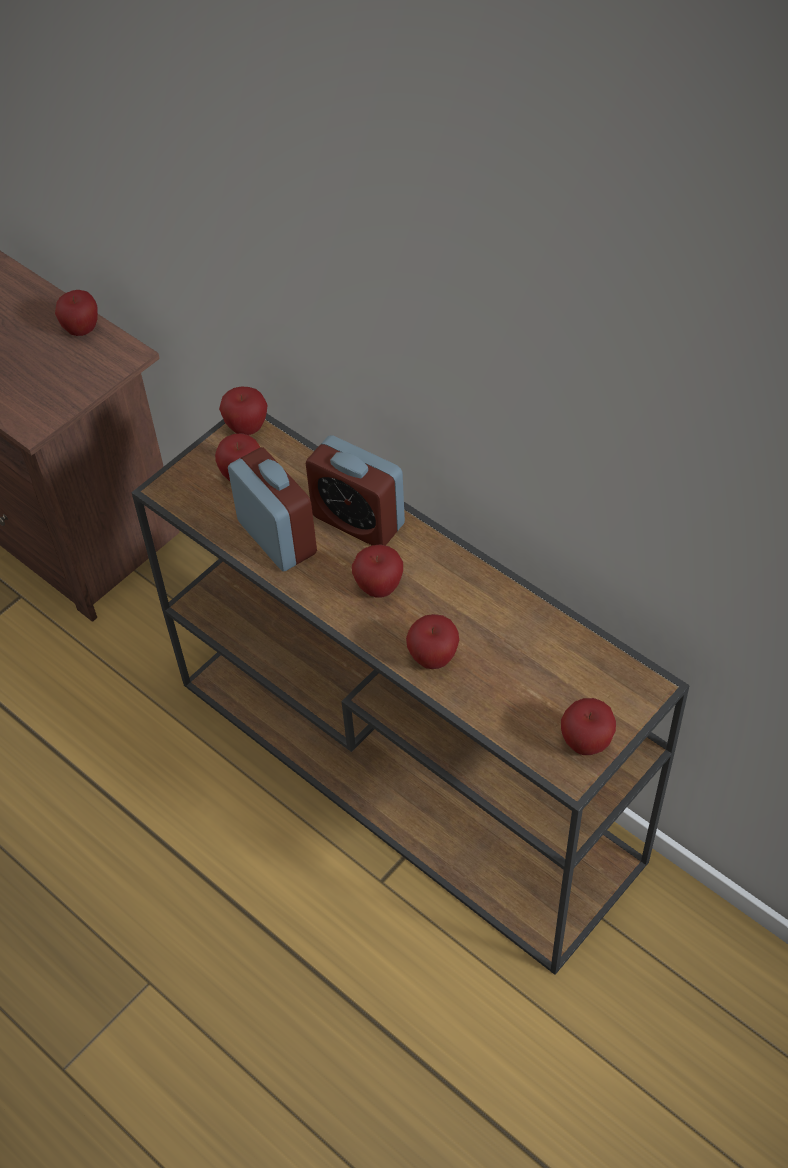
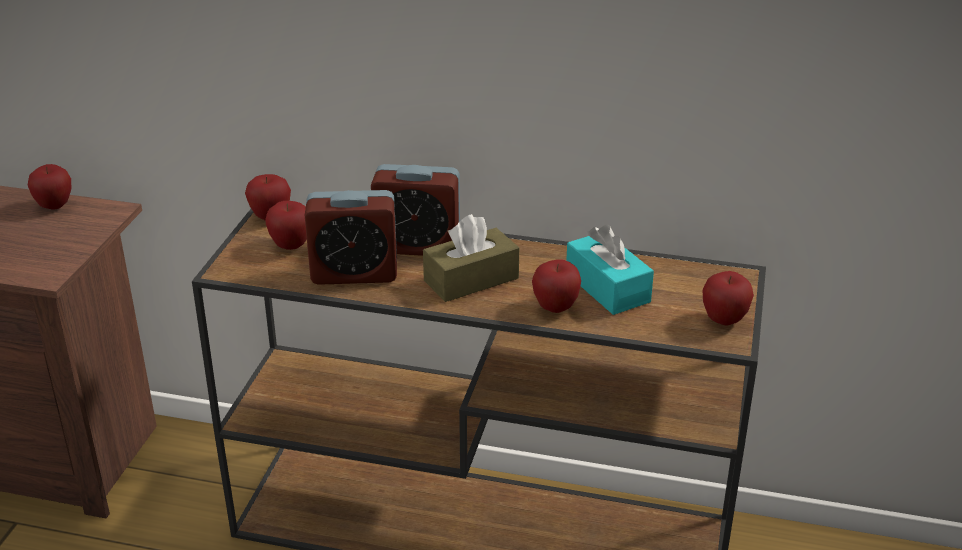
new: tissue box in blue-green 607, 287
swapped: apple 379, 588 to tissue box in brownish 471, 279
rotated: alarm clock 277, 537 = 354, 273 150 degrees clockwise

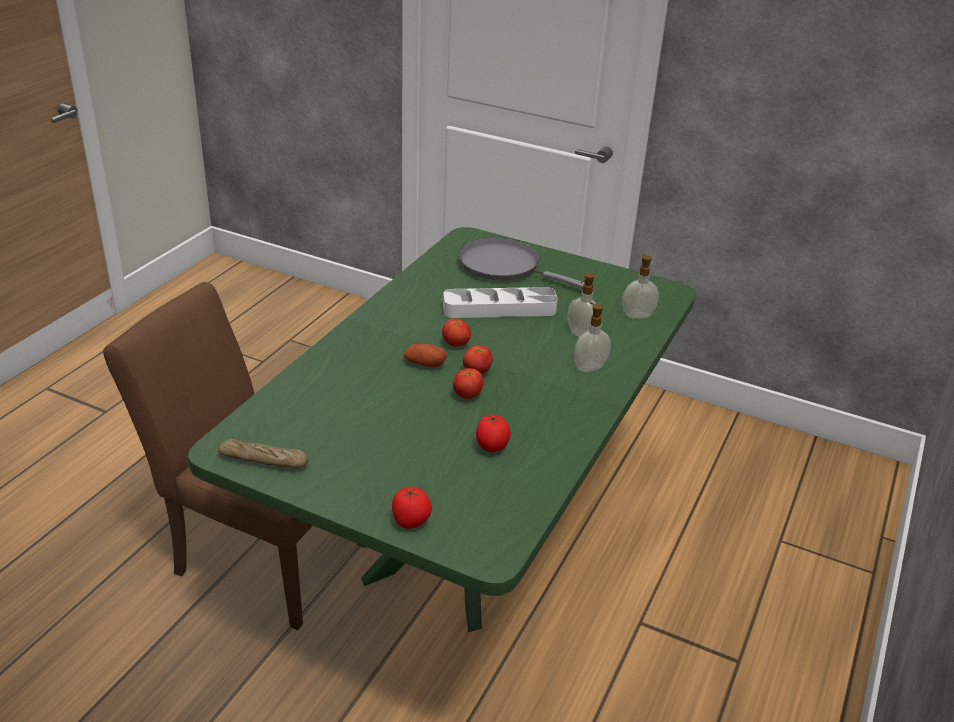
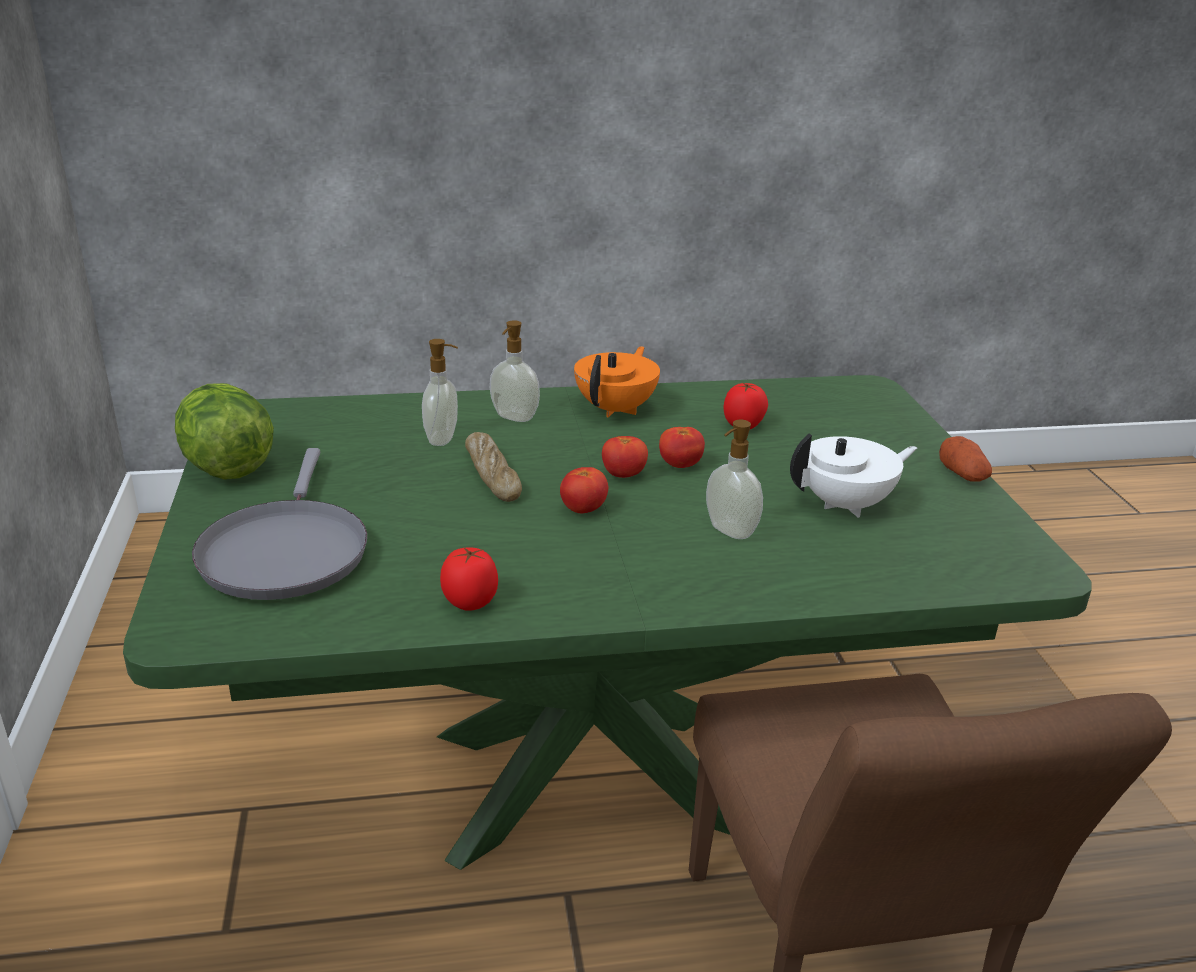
gone: serving tray in white 499, 308
new: lettuce head 227, 467; teapot in orangey 616, 409; teapot in white 846, 504
shifted: bakery bread 263, 461 to 492, 475; whole tomato 411, 522 to 470, 602; spud 424, 364 to 962, 474; liquid soap bottle 637, 315 to 729, 531

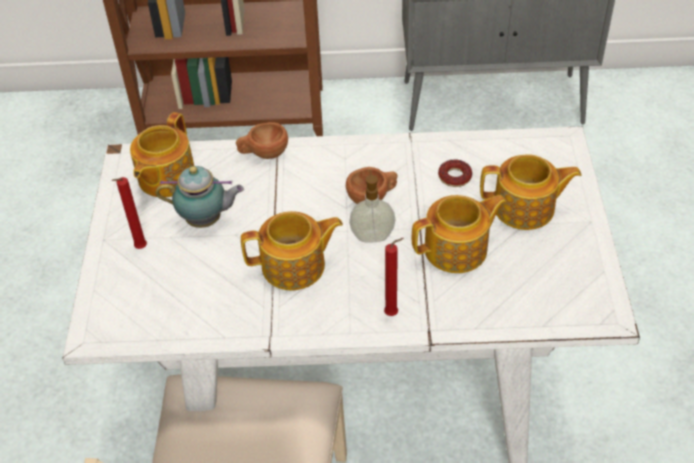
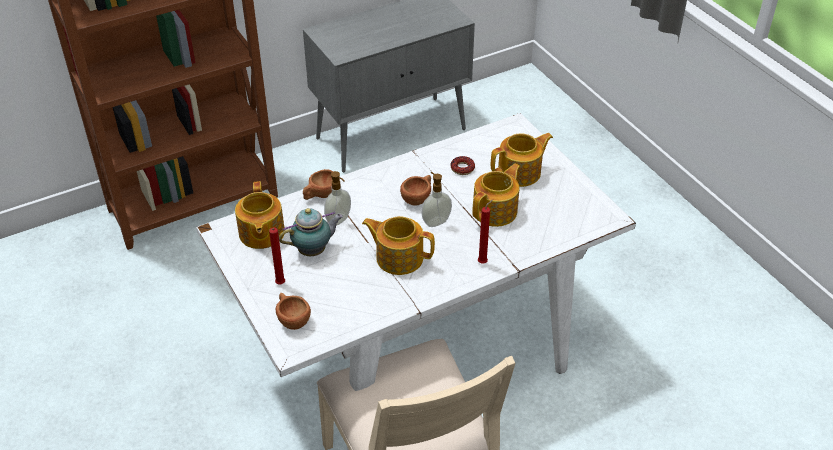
new: drinking cup in brownish 292, 319; liquid soap bottle 339, 220
rotated: teapot 295, 266 = 398, 257 120 degrees counterclockwise

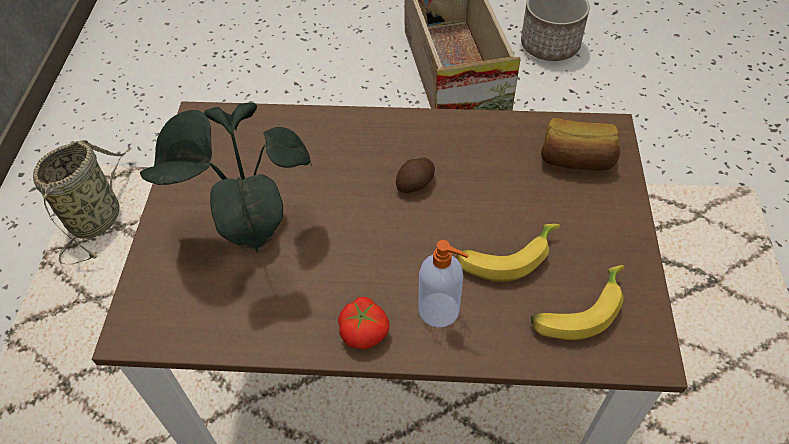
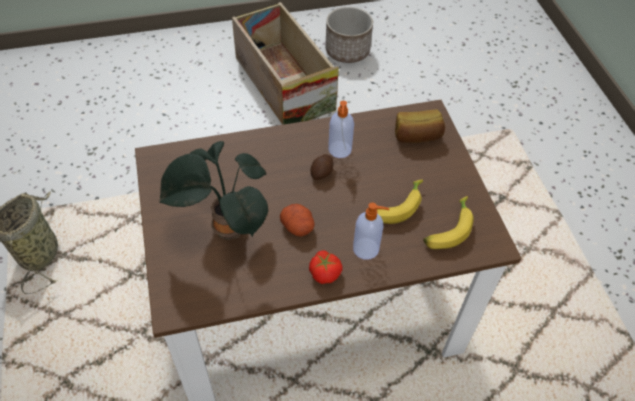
new: spud 298, 226; liquid soap bottle 339, 150

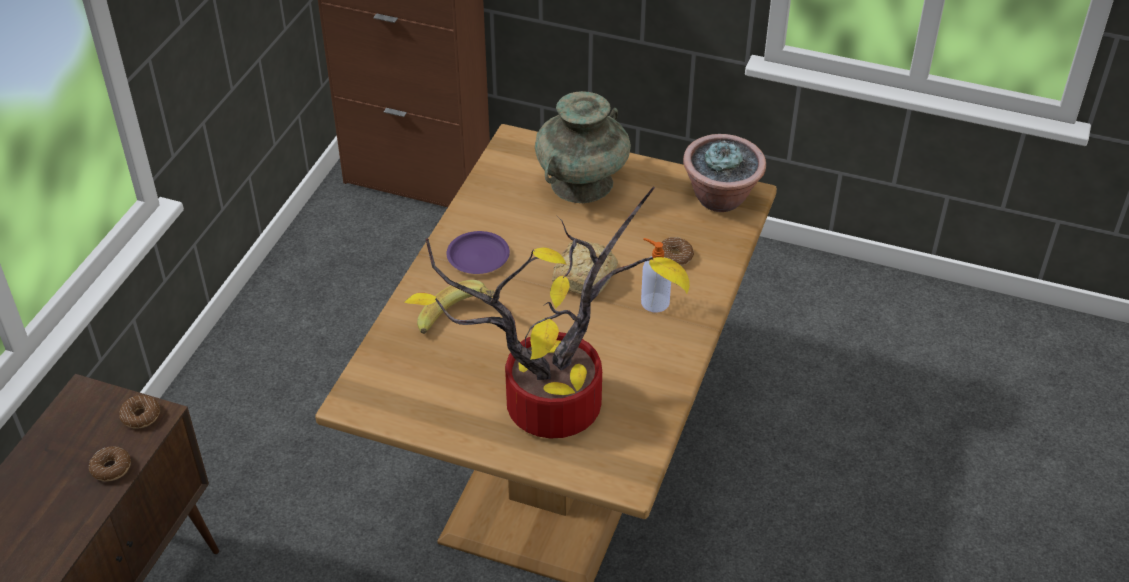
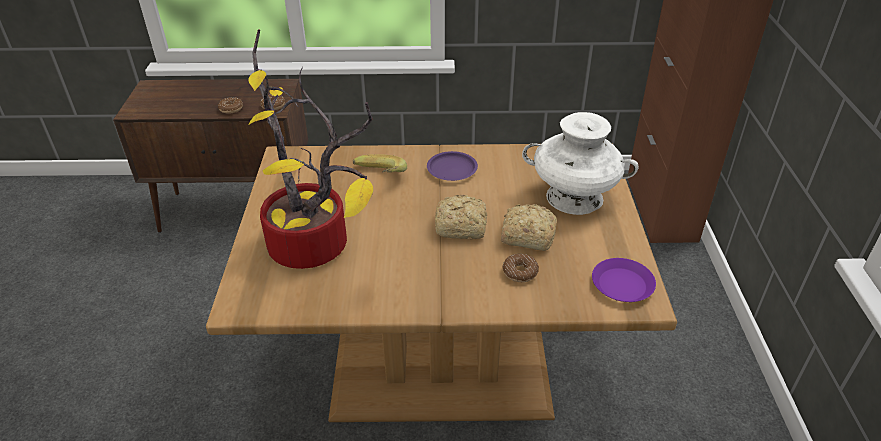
gone: liquid soap bottle 654, 302
new: bakery bread 526, 235
swapped: houseplant 721, 198 to plate in purple 622, 285
repainted: decorative vase in blue-green 581, 183 to decorative vase in white 573, 197

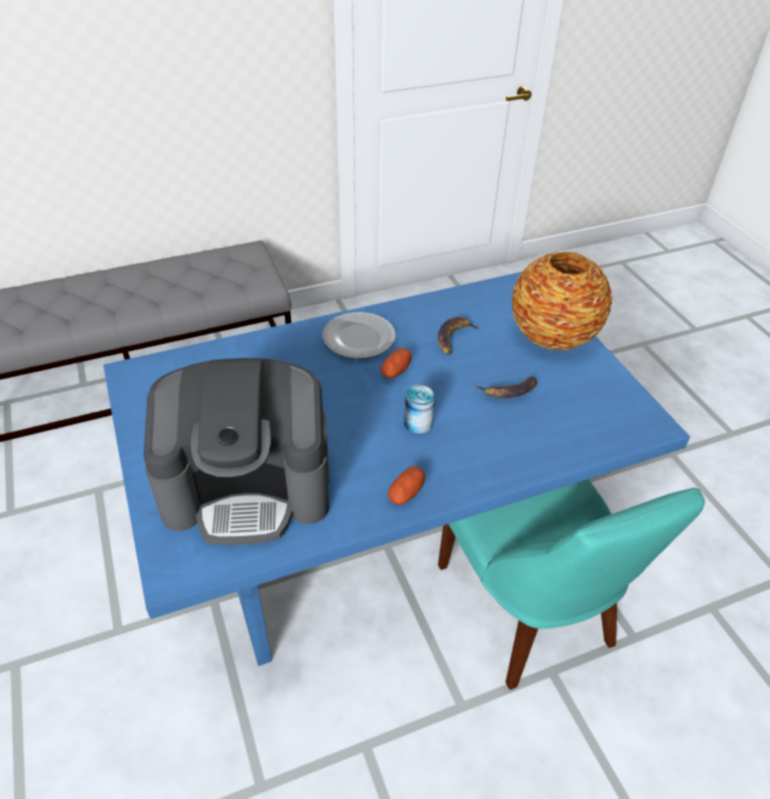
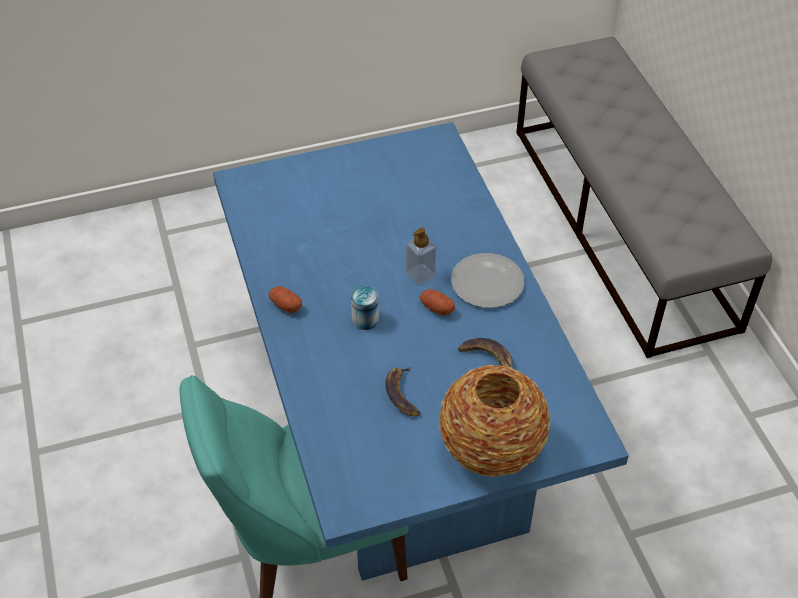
gone: coffee machine 249, 486
new: liquid soap bottle 420, 274

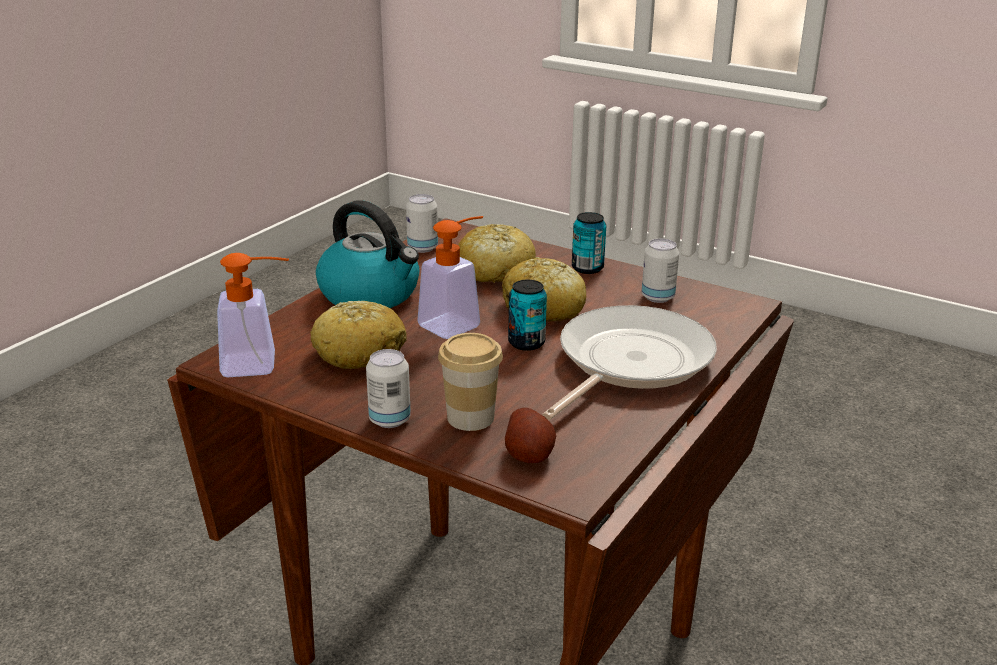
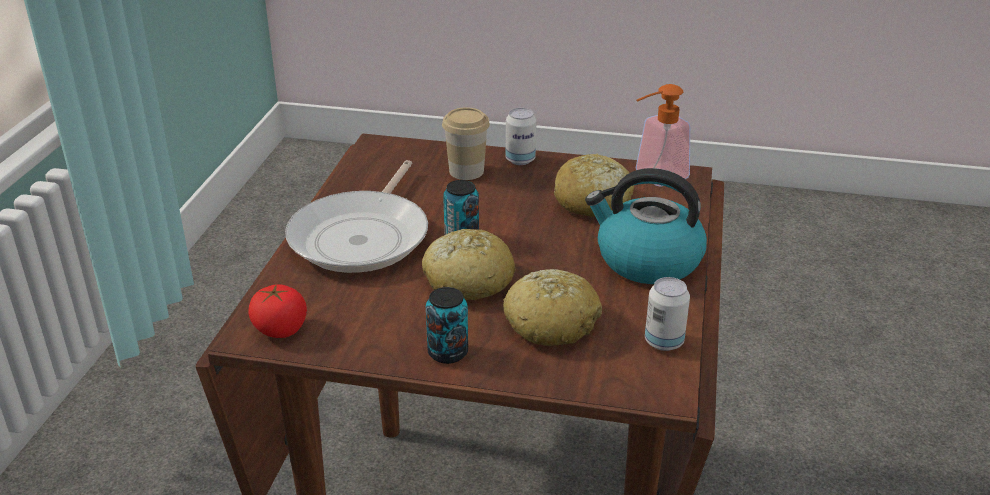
gone: liquid soap bottle 457, 323; spud 529, 454; sealed can 657, 297
new: whole tomato 280, 329

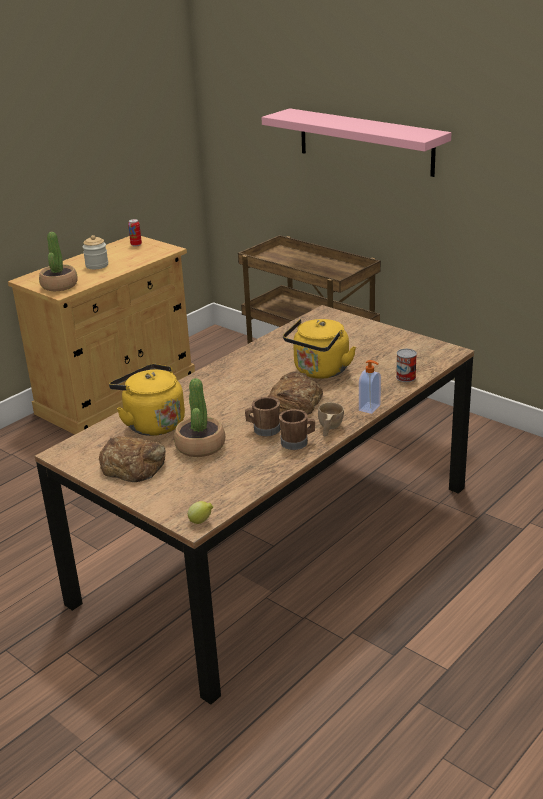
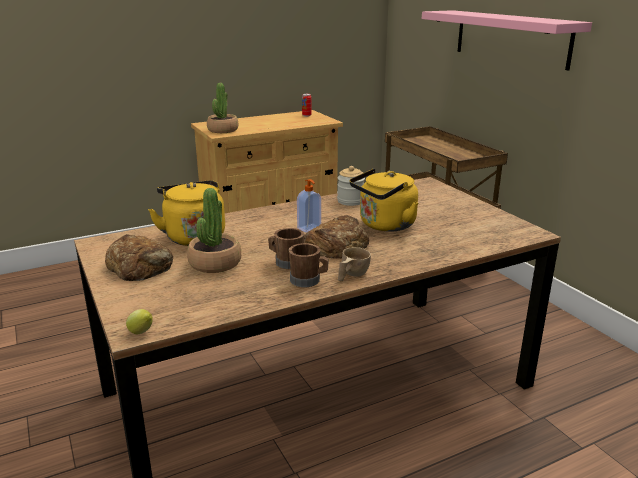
gone: sealed can 406, 377
shifted: preserve jar 97, 265 to 350, 201; liquid soap bottle 370, 408 to 309, 228

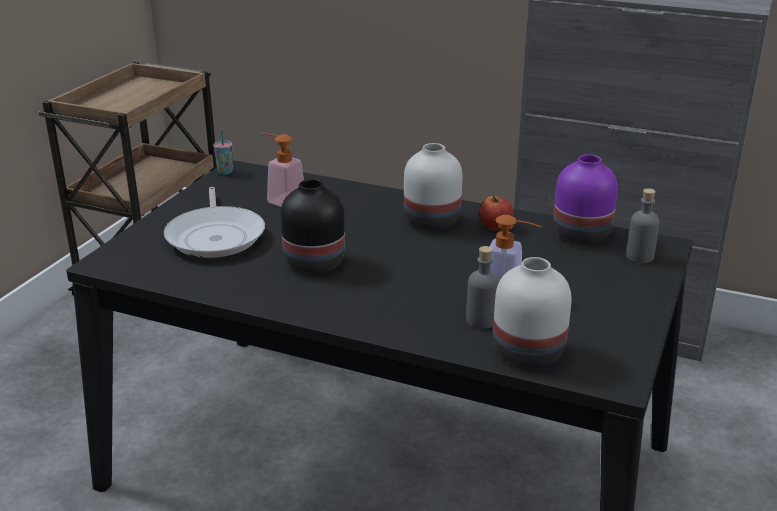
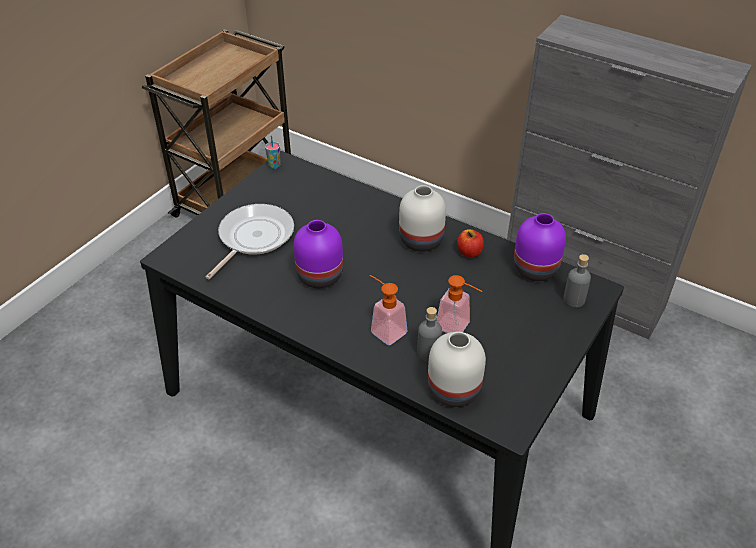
shifted: liquid soap bottle 281, 200 to 384, 329
repainted: decorative vase in black 315, 264 to decorative vase in purple 320, 277
rotated: pan 216, 236 = 253, 238 150 degrees counterclockwise

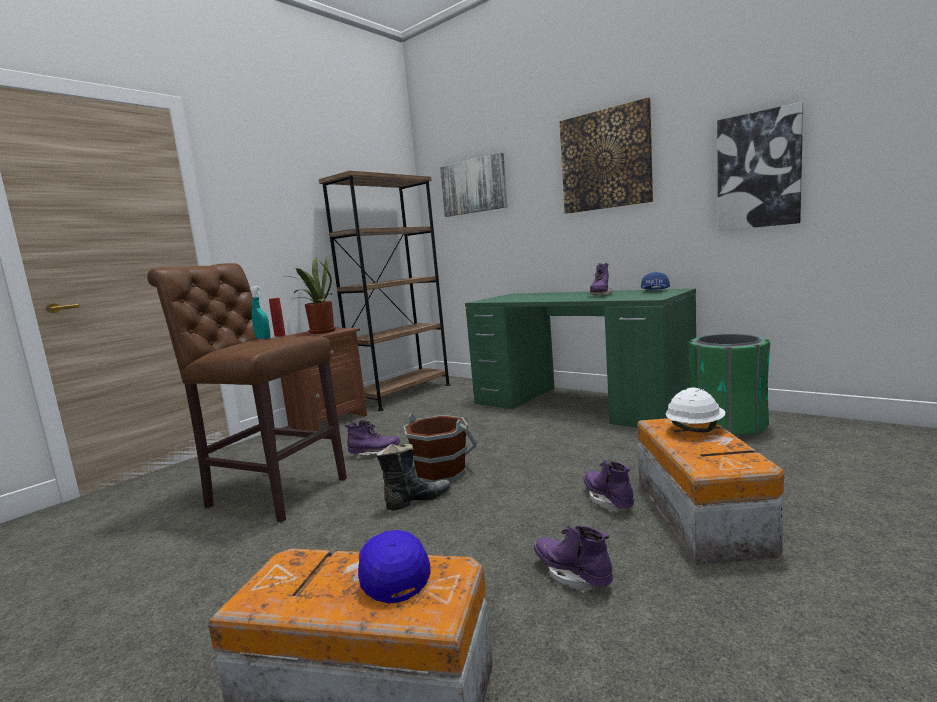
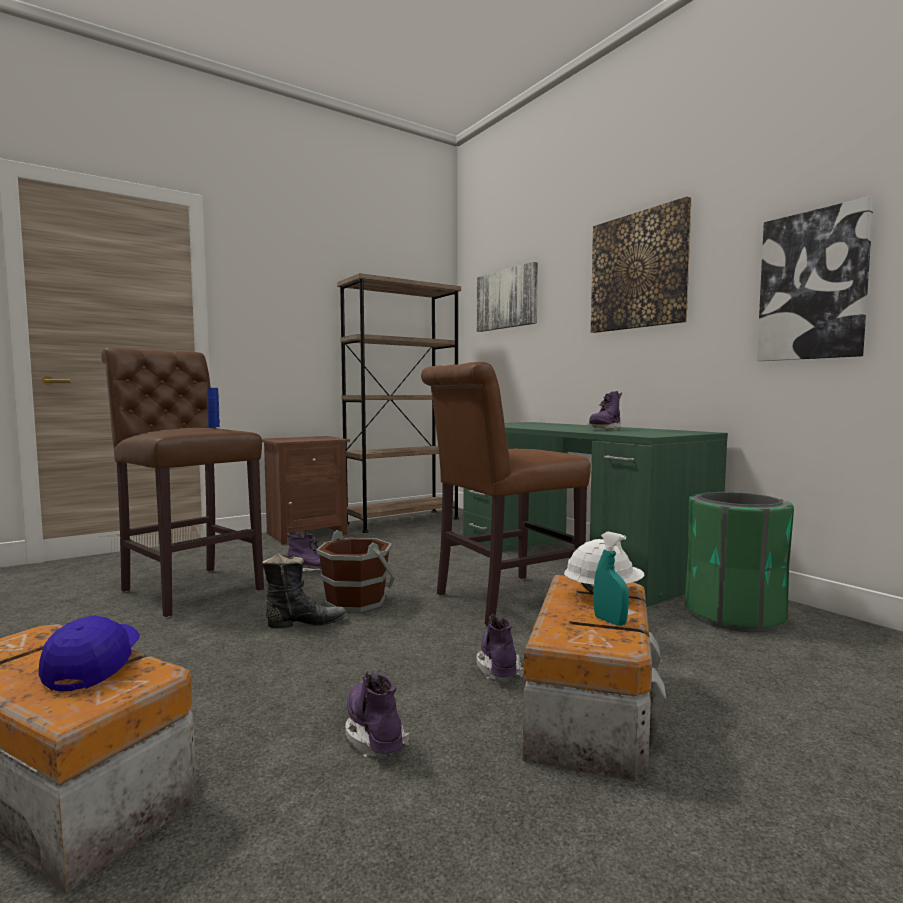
gone: houseplant 319, 332; peaked cap in blue 655, 291
new: plain chair in brownish 501, 601
shifted: spray bottle in blue-green 263, 338 to 610, 621
repainted: bottle in reddish 280, 335 to bottle in blue 214, 426

